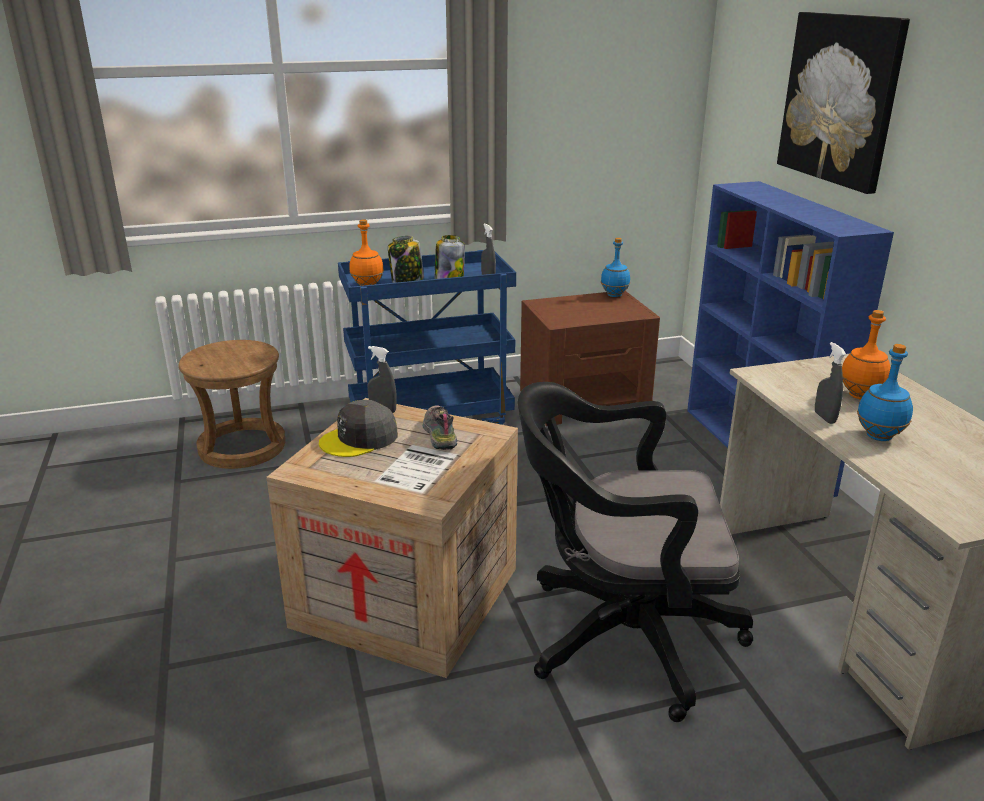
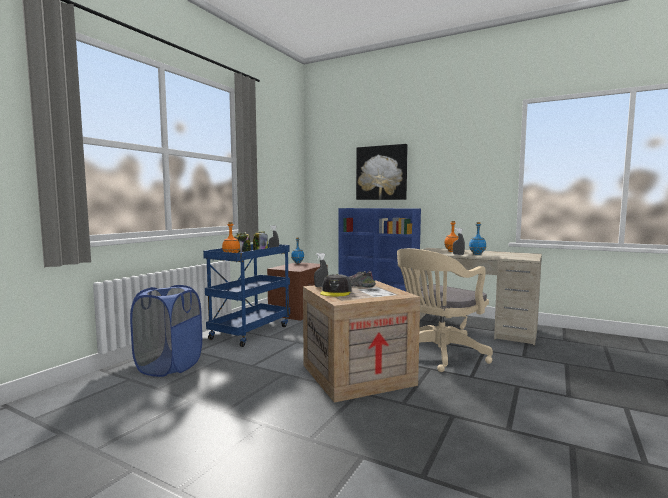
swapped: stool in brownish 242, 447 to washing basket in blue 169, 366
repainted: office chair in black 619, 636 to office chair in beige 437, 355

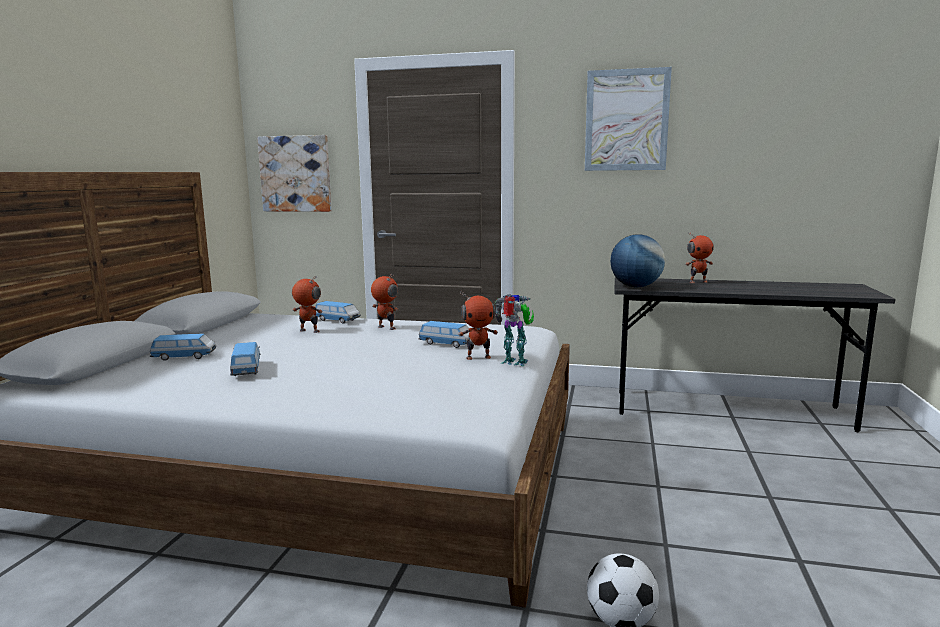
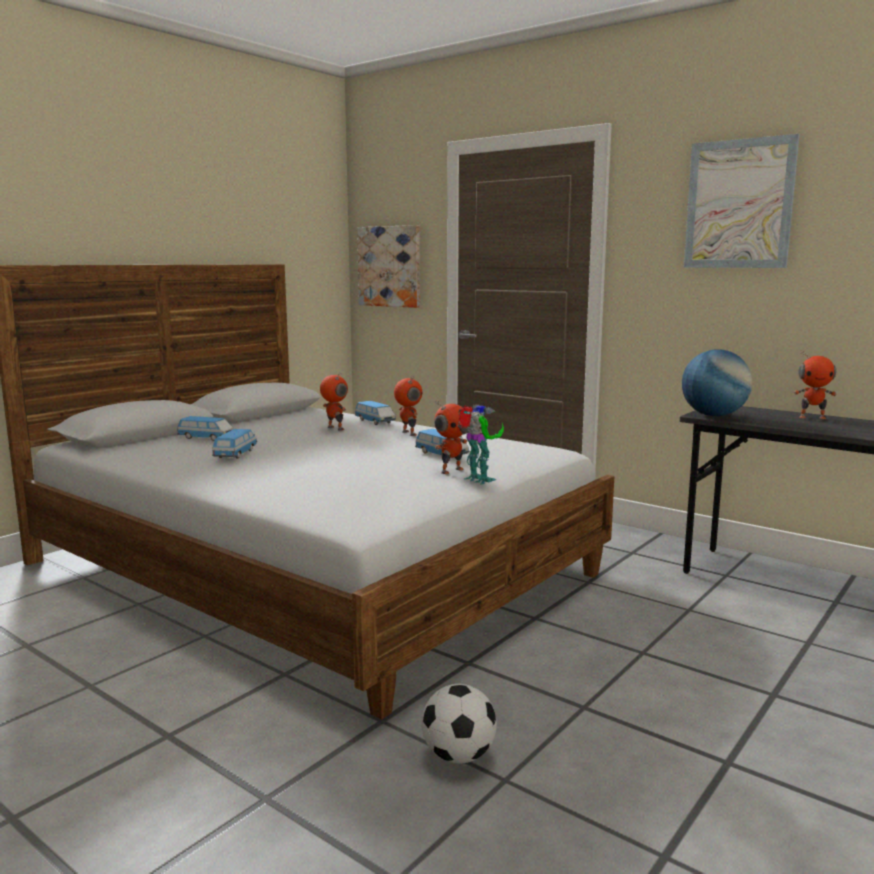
rotated: robot figure 478, 357 = 451, 470 60 degrees counterclockwise

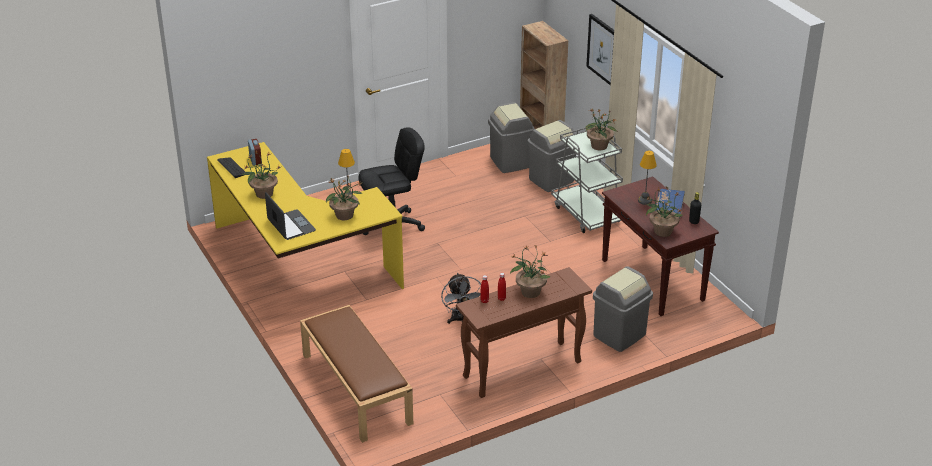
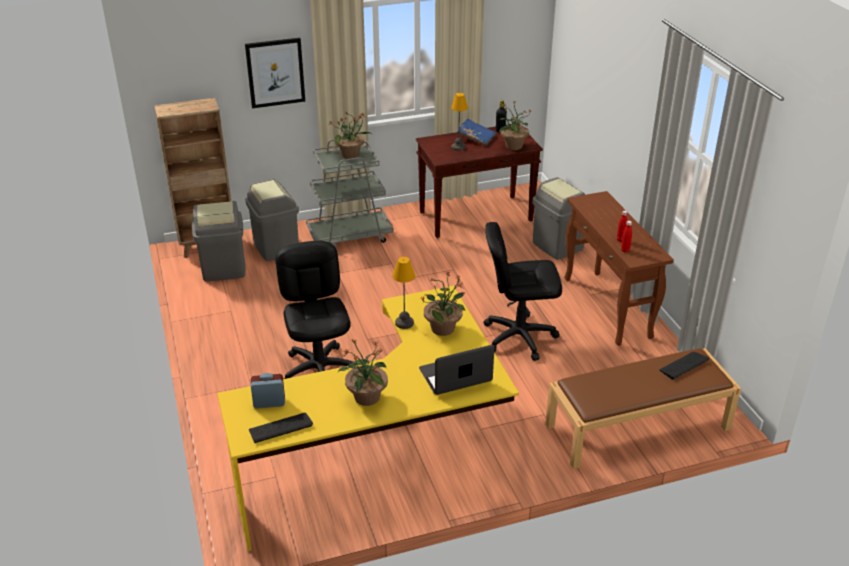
gone: houseplant 530, 291
new: PC keyboard 683, 366
swapped: fan in greyish 461, 319 to office chair in black 519, 337

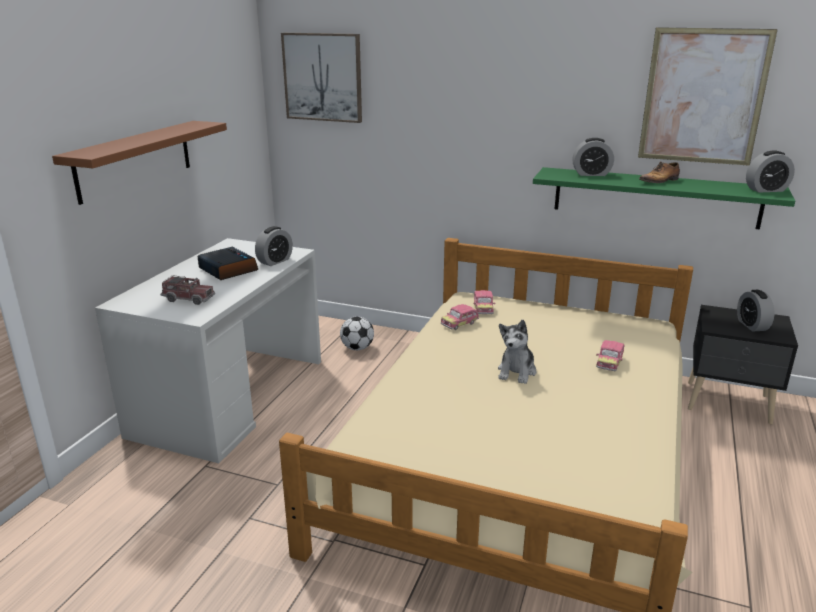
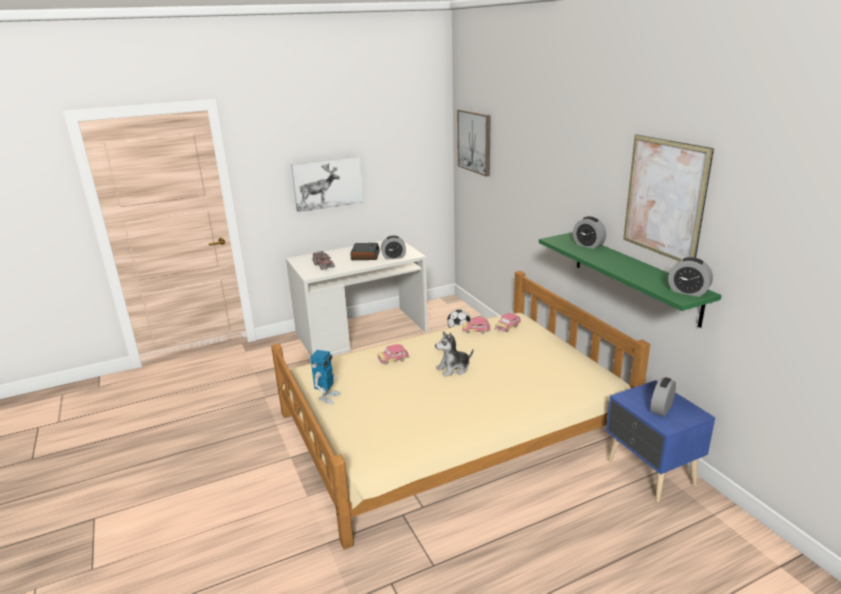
gone: item of footwear 659, 181
new: robot figure 327, 397
shifted: model car 609, 363 to 393, 359
swapped: shelf in brownish 135, 160 to wall picture 327, 183
repainted: night table in black 729, 404 to night table in blue 650, 474

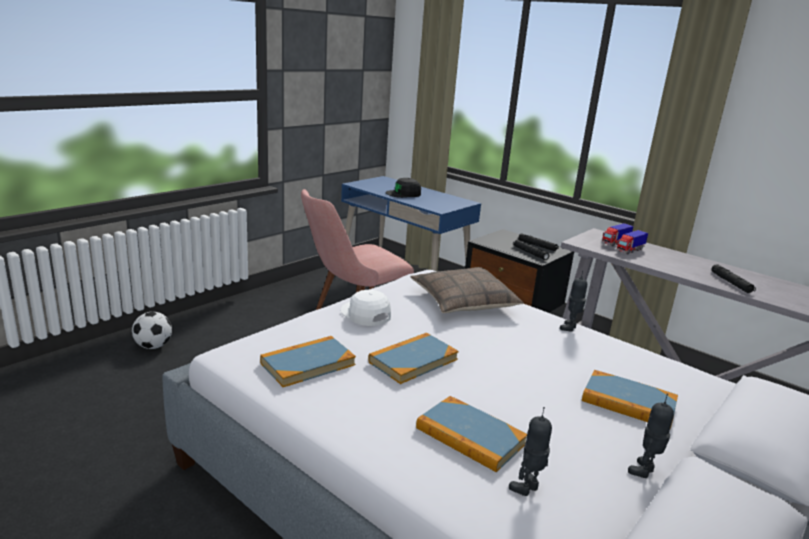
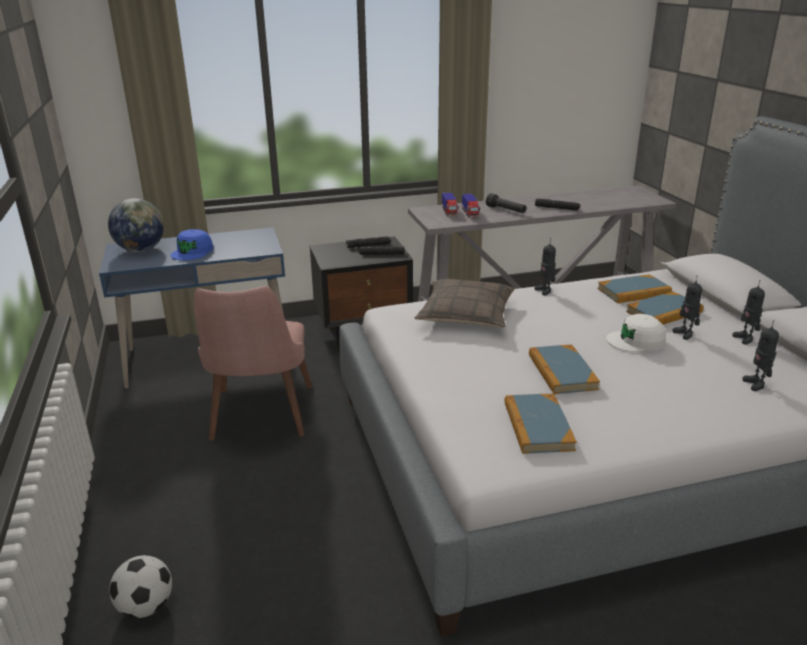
new: desk globe 141, 250; hand torch in black 506, 210; robot figure 685, 334
shifted: peaked cap in white 365, 314 to 636, 341; bound book 470, 436 to 633, 292
repainted: peaked cap in black 404, 194 to peaked cap in blue 192, 252

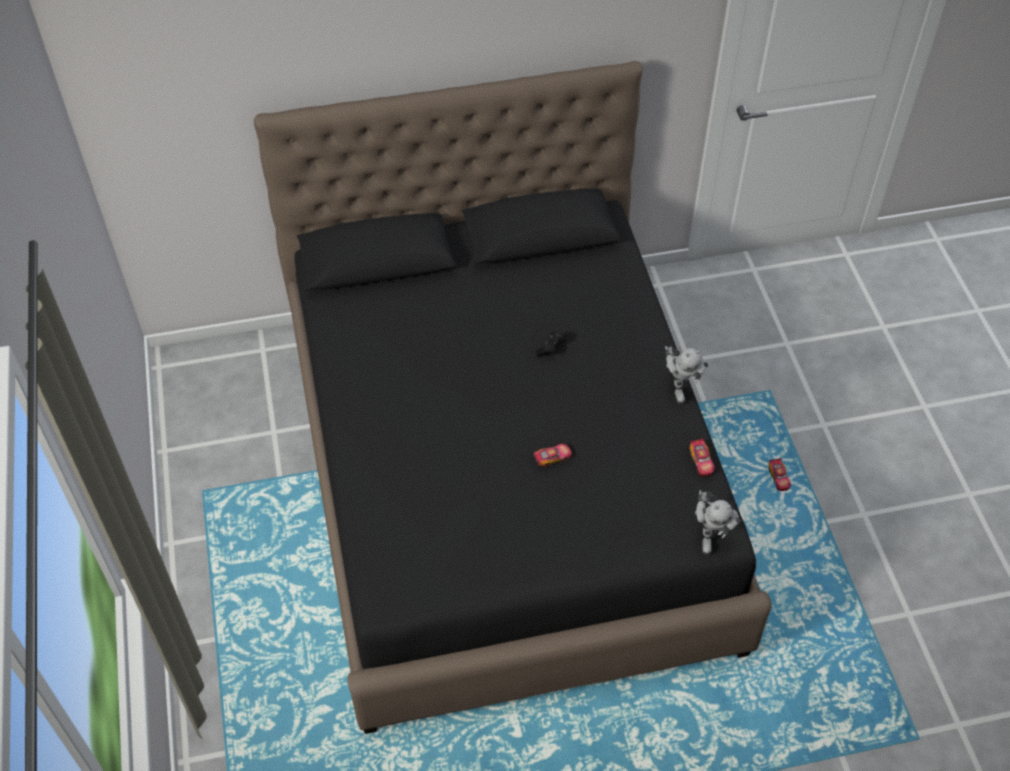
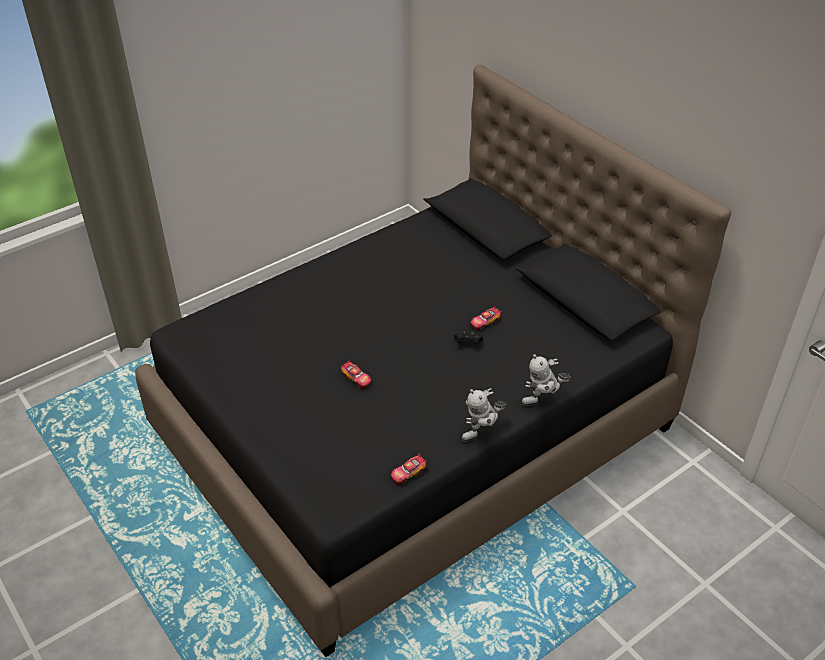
shifted: robot figure 709, 534 to 543, 402; model car 779, 478 to 484, 322

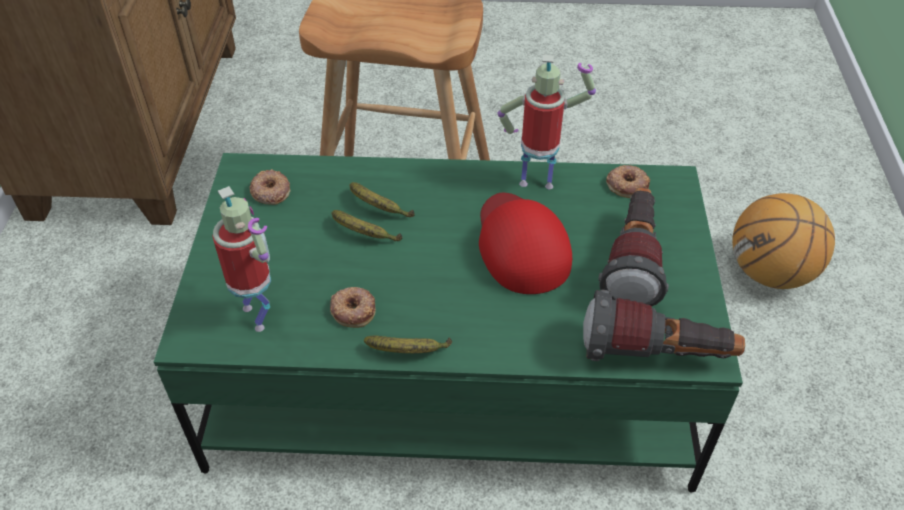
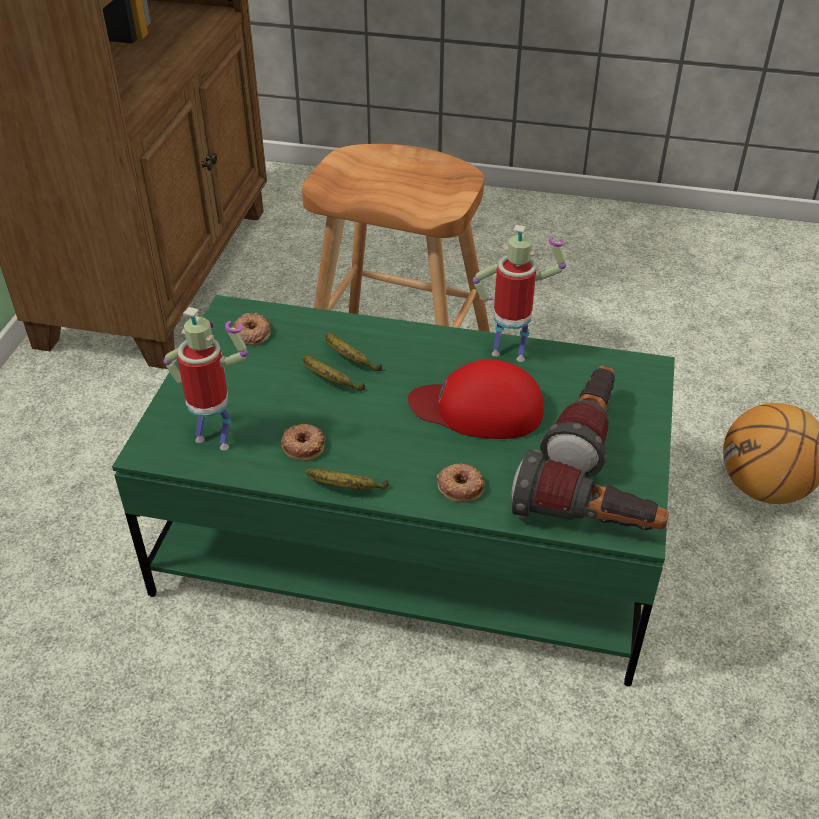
shifted: doughnut 627, 184 to 460, 486
rotated: robot figure 259, 316 = 216, 439 45 degrees counterclockwise; peaked cap in reddish 520, 245 = 478, 408 75 degrees counterclockwise

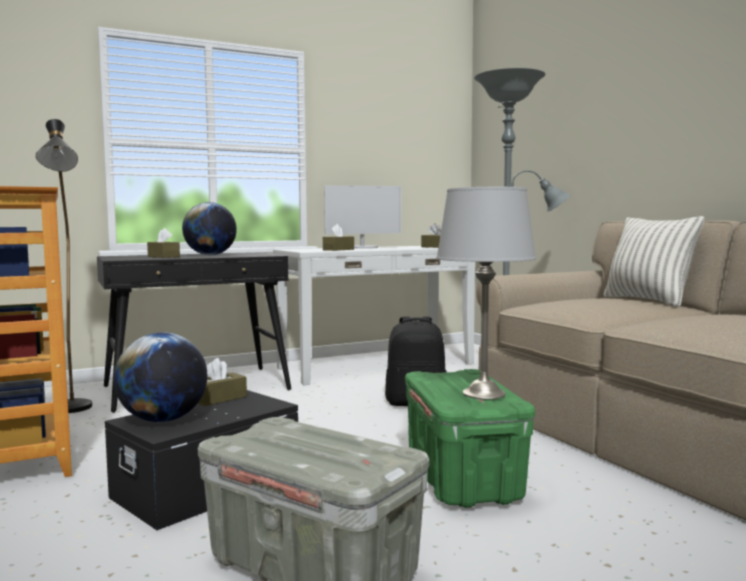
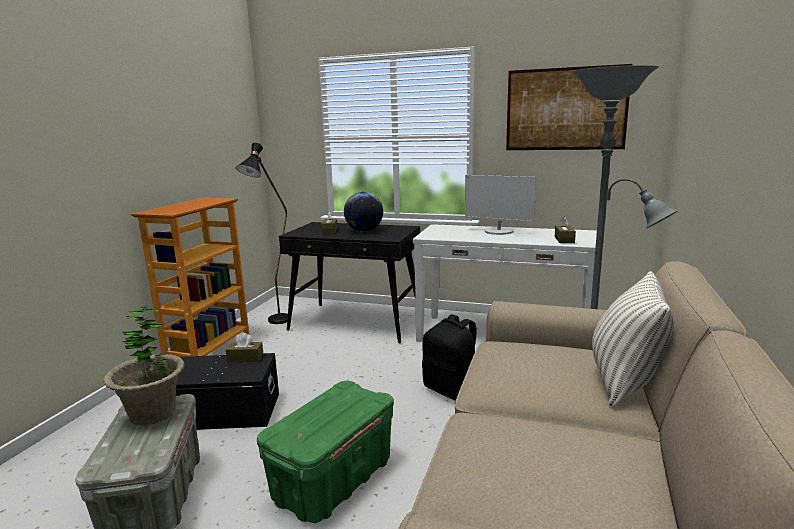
gone: desk globe 163, 420; tissue box in brownish 338, 249; tabletop lamp in greyish 484, 393
new: houseplant 153, 413; wall picture 565, 109

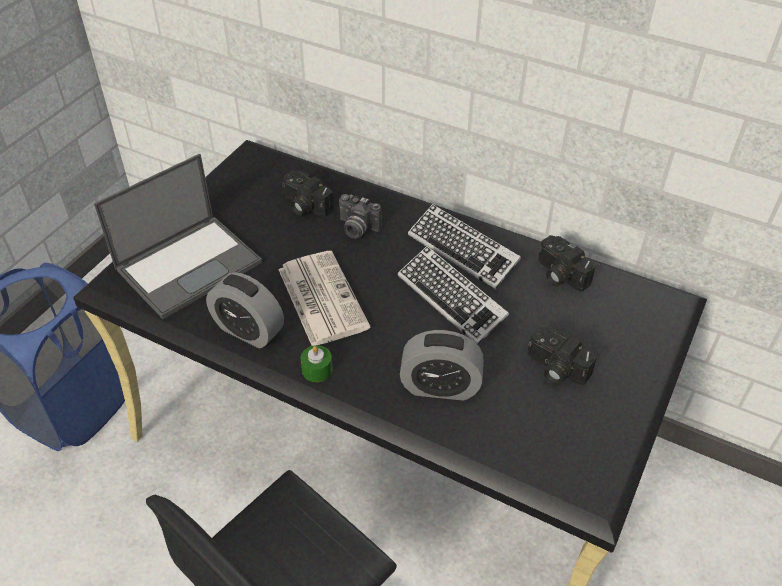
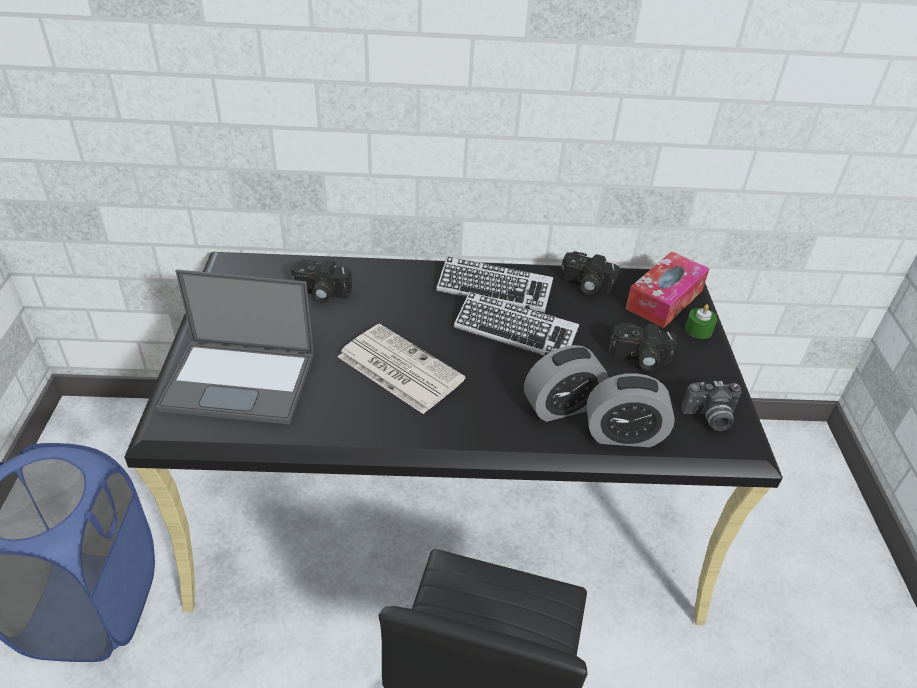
new: tissue box 664, 299
shifted: alarm clock 248, 330 to 623, 434; wax light in green 317, 370 to 698, 330; photo camera 356, 229 to 709, 418
rotated: portable computer 190, 264 = 241, 381 75 degrees clockwise

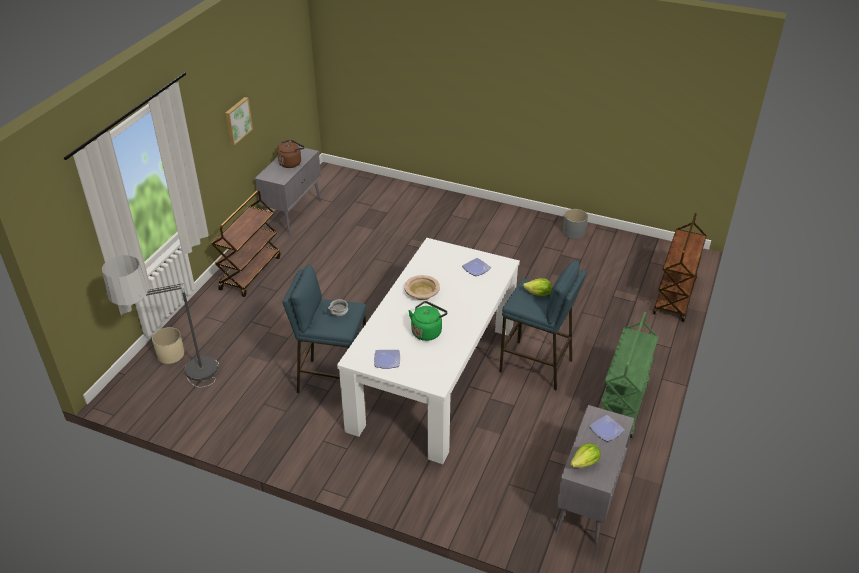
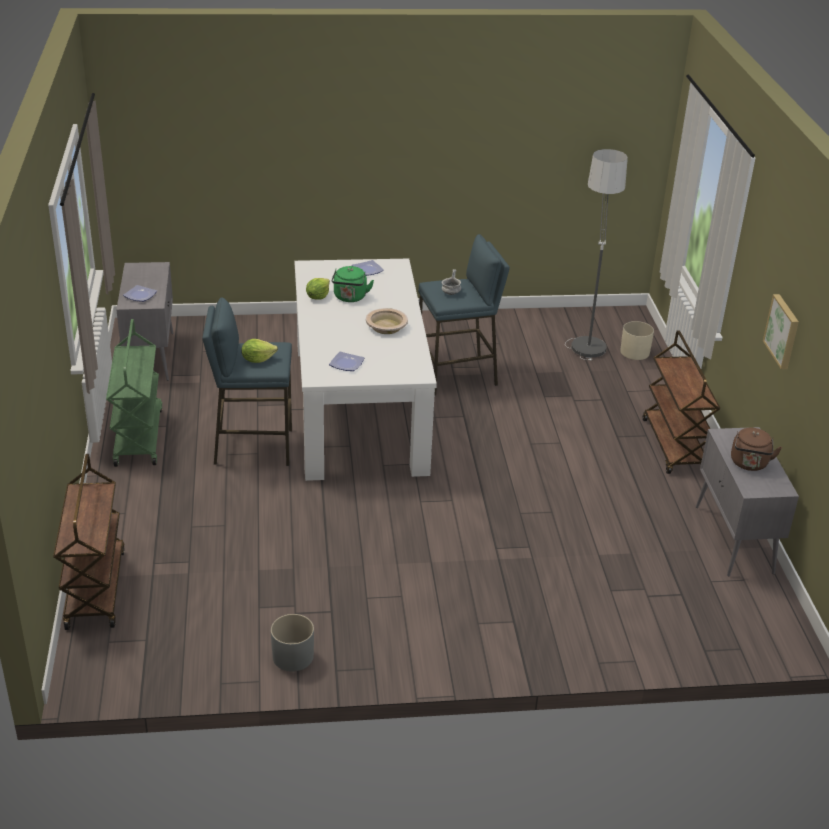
shifted: lettuce head 585, 463 to 318, 297

